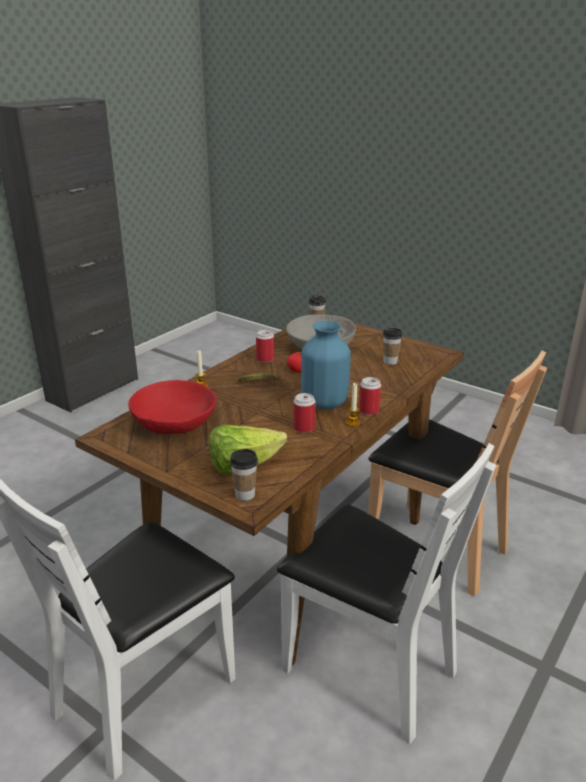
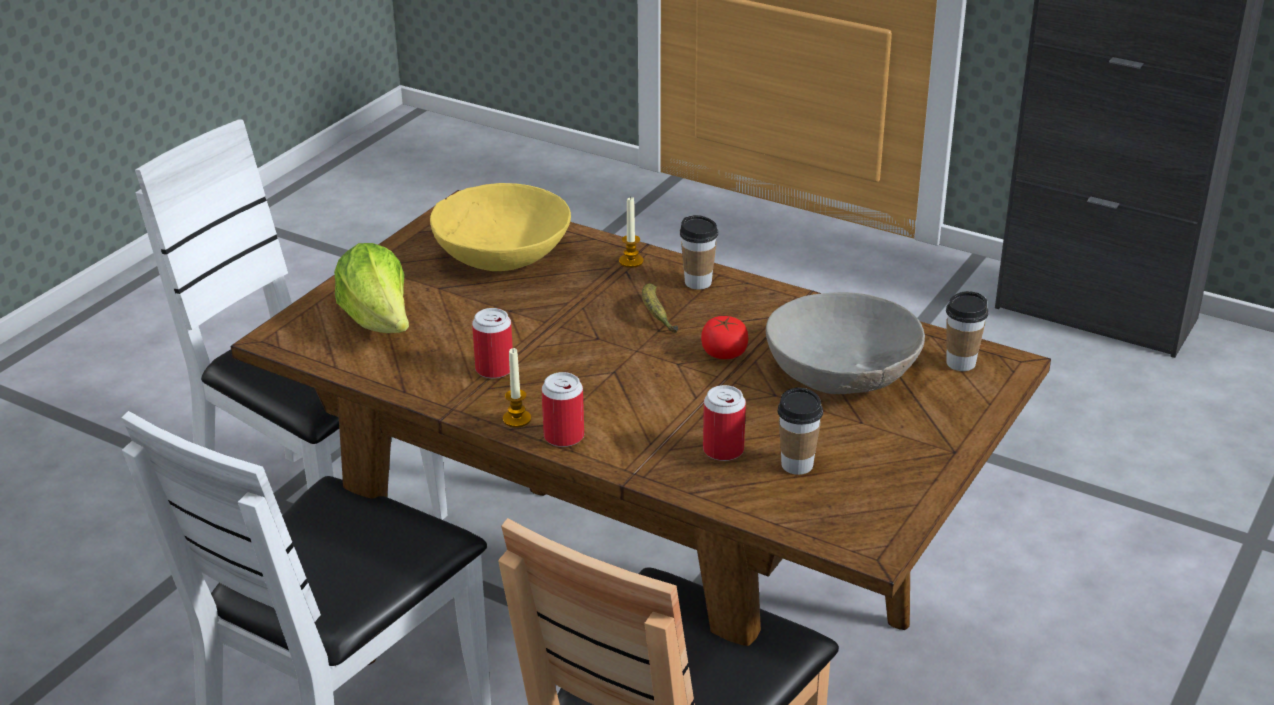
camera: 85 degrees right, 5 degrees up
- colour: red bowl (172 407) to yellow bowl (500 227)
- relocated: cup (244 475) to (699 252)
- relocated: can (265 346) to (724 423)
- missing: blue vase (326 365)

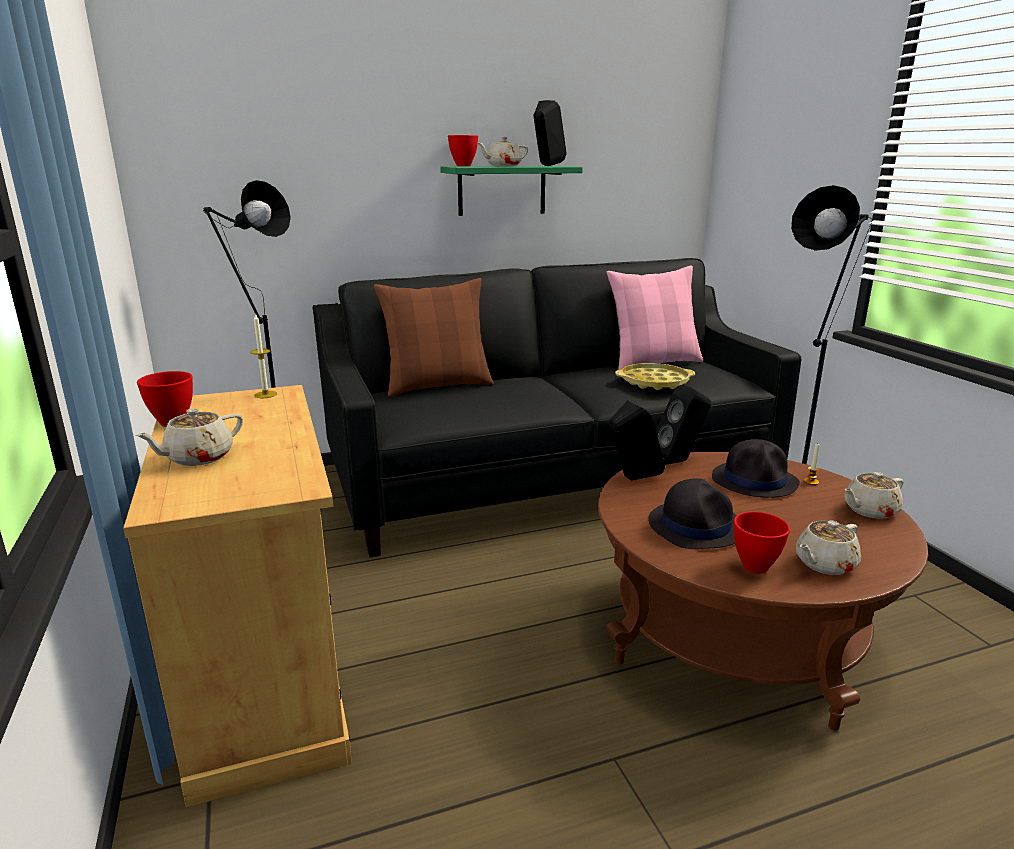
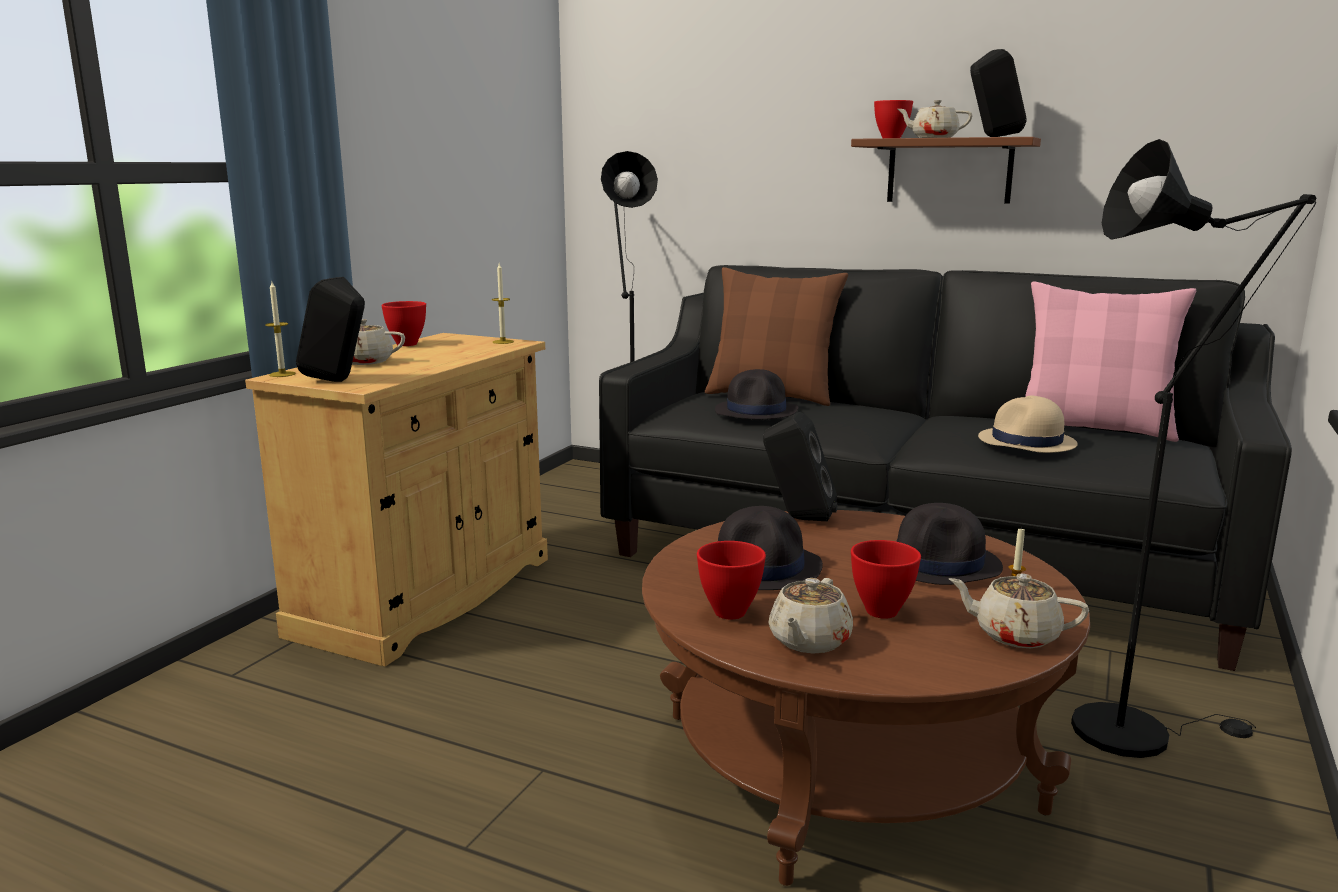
camera: 45 degrees right, 5 degrees down
- appeared: candle (280 329)
- relocated: black speaker (683 425) to (330 329)
- appeared: black hat (757 394)
- spun: beige teapot (828 548) = (810 616) 75 degrees counterclockwise
- colour: green shelf (511 191) to brown shelf (946 170)
- appeared: red bowl (886 579)
- exchanged: yellow tray (655 376) to beige hat (1028 424)

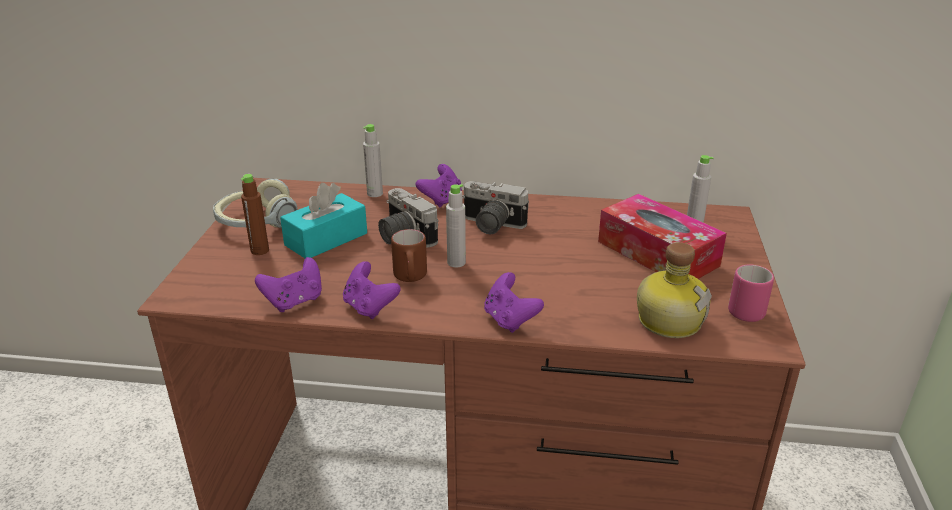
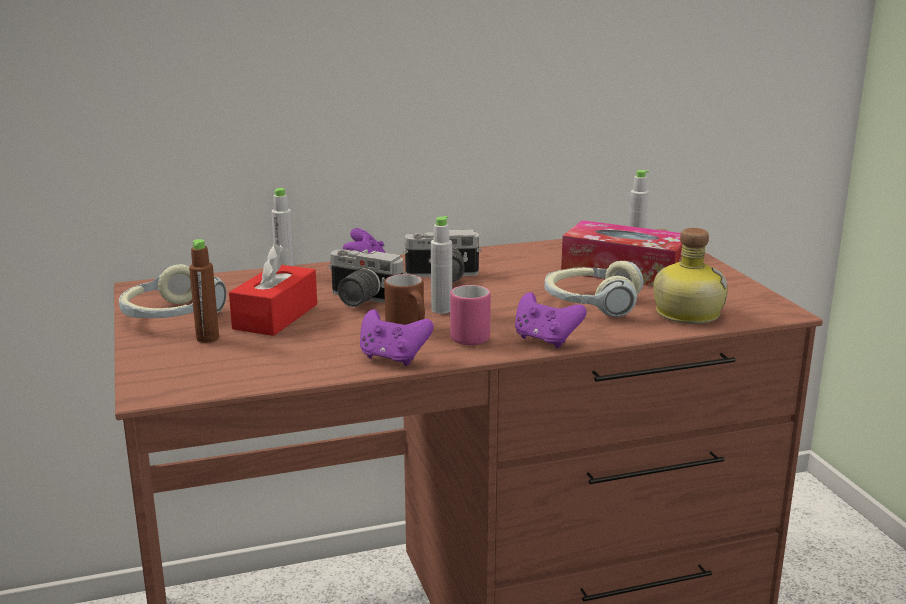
camera: 25 degrees left, 10 degrees down
- colour: turquoise tissue box (323 220) to red tissue box (273 290)
- relocated: pink mug (751 293) to (470 315)
- appeared: headphones (593 289)
- missing: purple game controller (288 284)

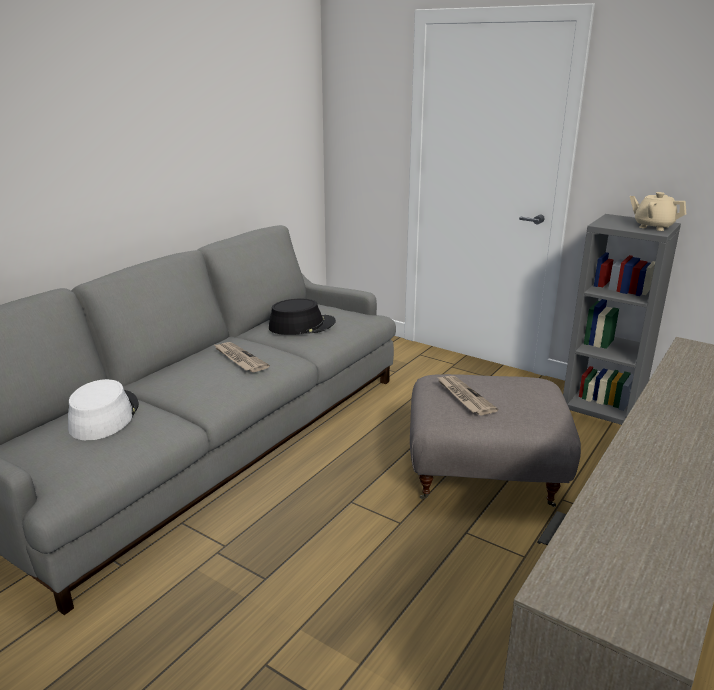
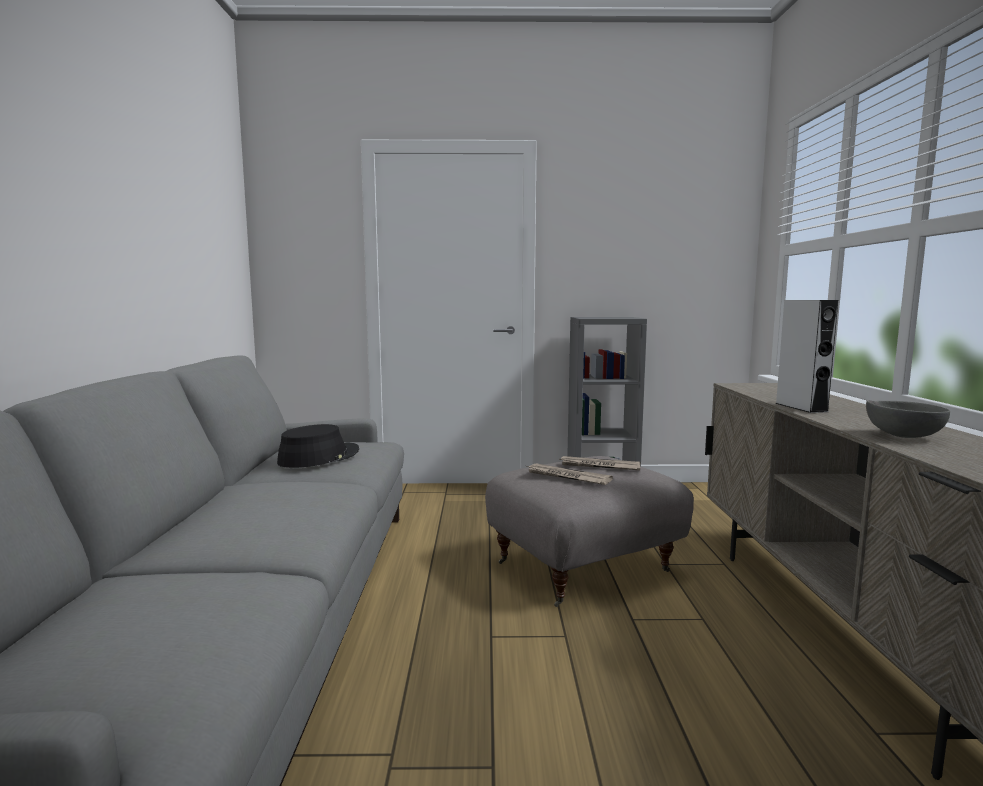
camera: 35 degrees left, 15 degrees down
- relocated: newspaper (241 357) to (599 463)
- appeared: grey speaker (806 356)
- appeared: grey bowl (908 419)
- missing: white hat (103 410)
- missing: beige teapot (658 211)

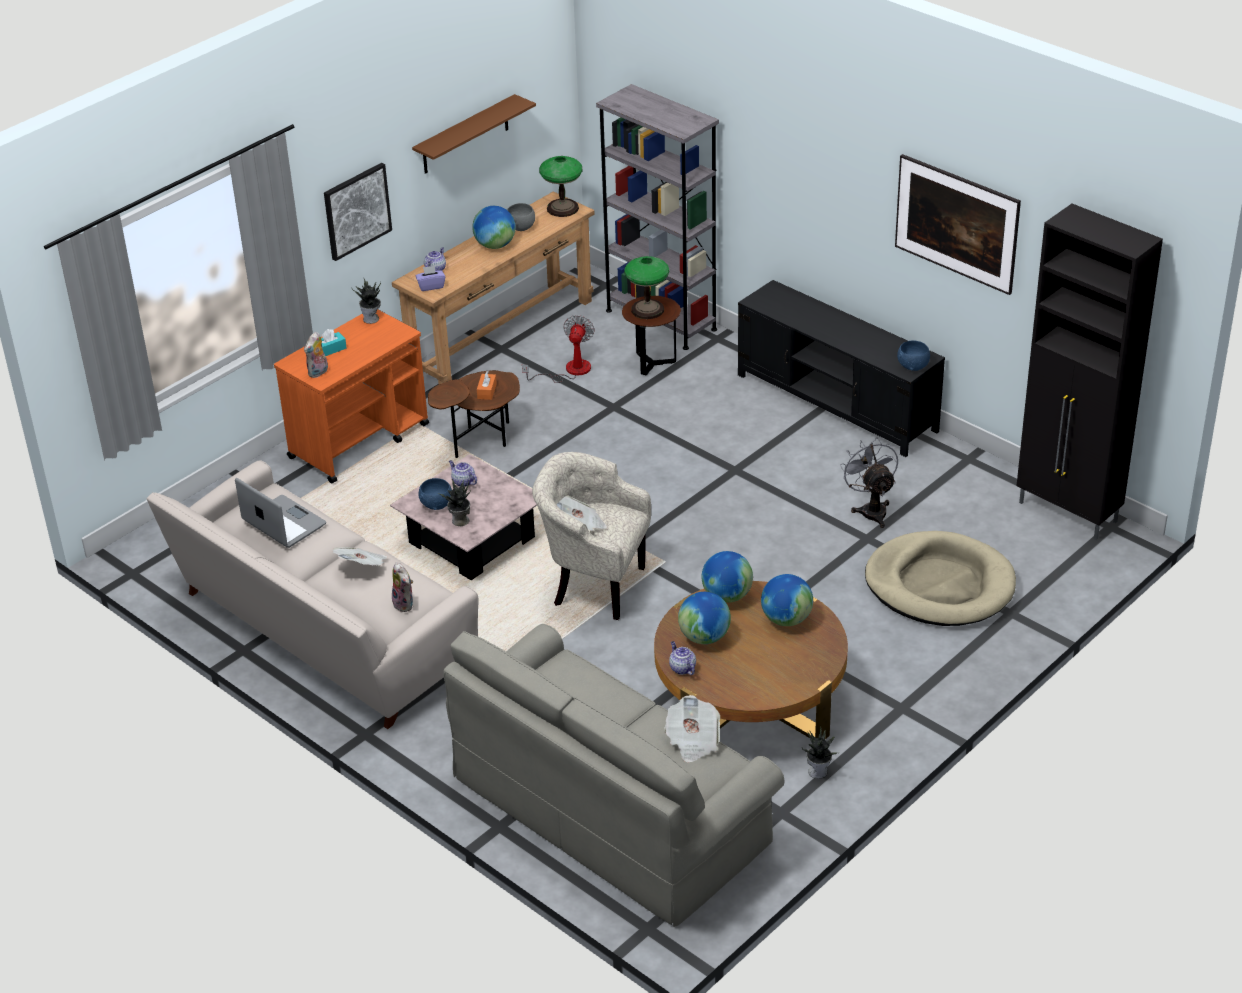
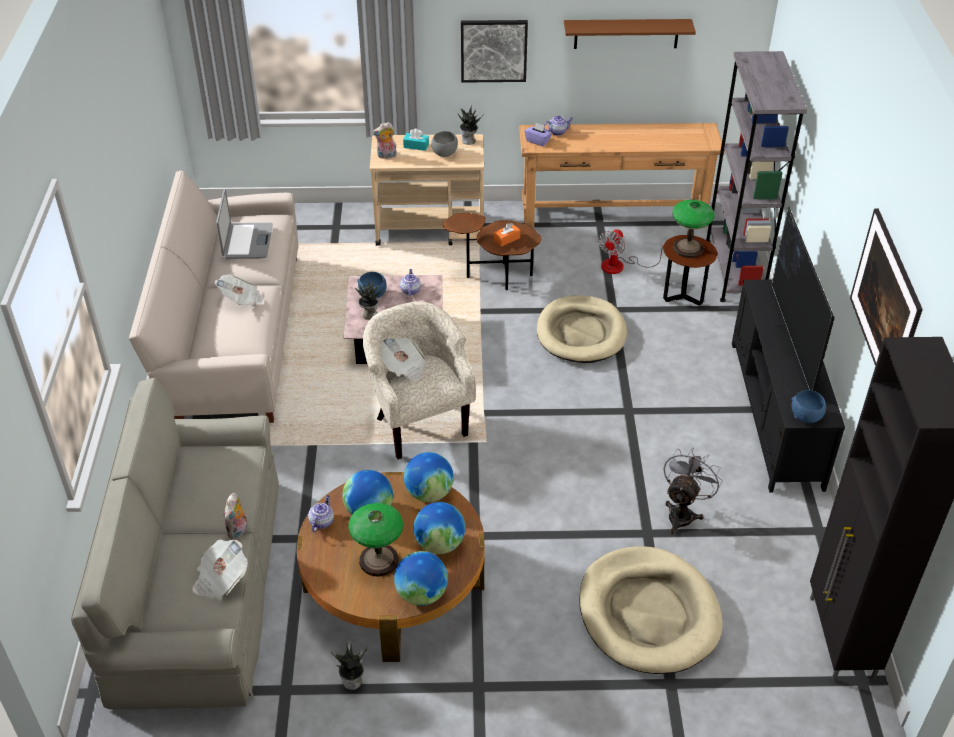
camera: 45 degrees right, 5 degrees up
- relocated: plush toy (402 587) to (236 516)
- relocated: table lamp (561 186) to (375 540)
- colour: orange cart (351 396) to beige cart (427 190)
- relocated: globe (494 227) to (421 578)
- relocated: grey bowl (521 217) to (444 144)
- appeared: beige dog bed (582 329)
- spun: fan (558 349) = (631 251) 150 degrees clockwise
- appeared: television (803 299)

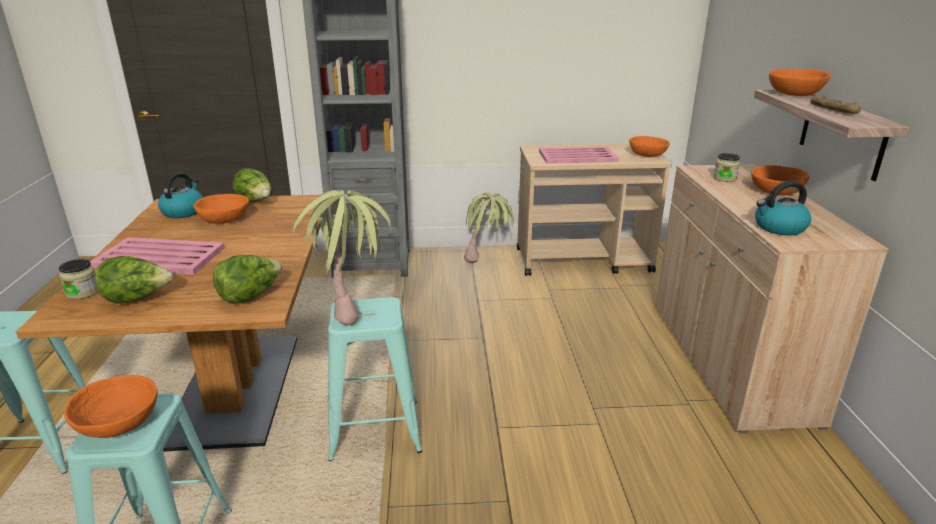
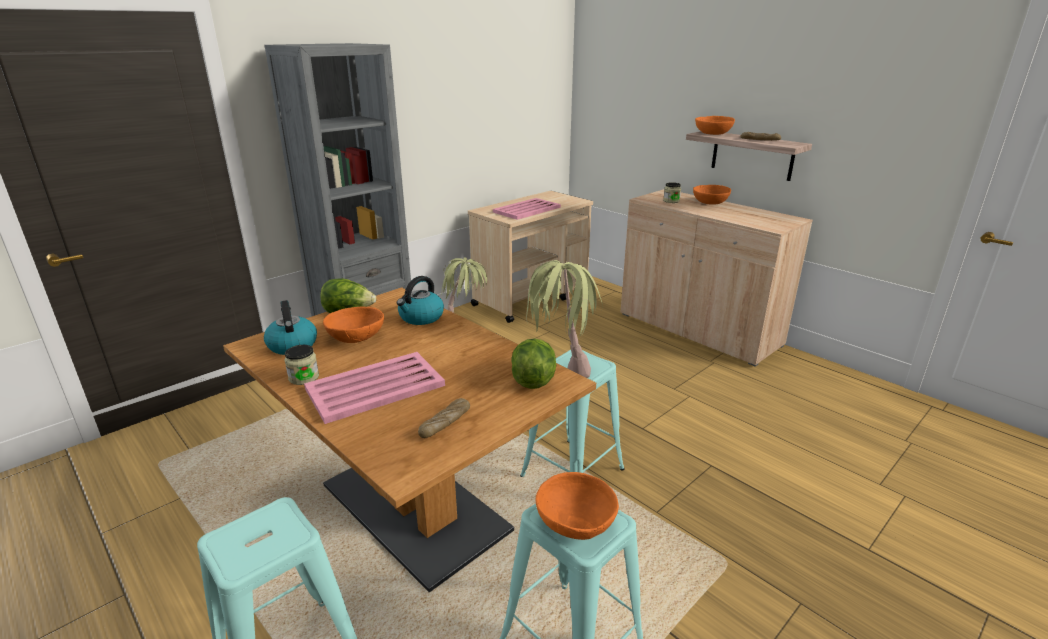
camera: 40 degrees left, 0 degrees up
- relocated: jar (78 279) to (302 365)
- relocated: kettle (783 208) to (420 300)
- exchanged: lettuce (134 279) to bread (444 418)
- missing: orange bowl (649 146)

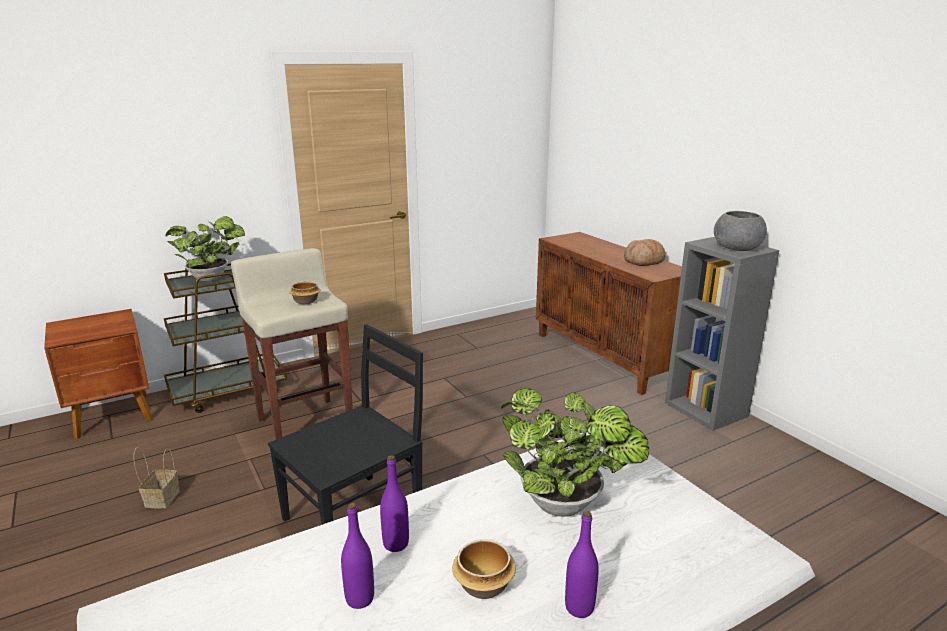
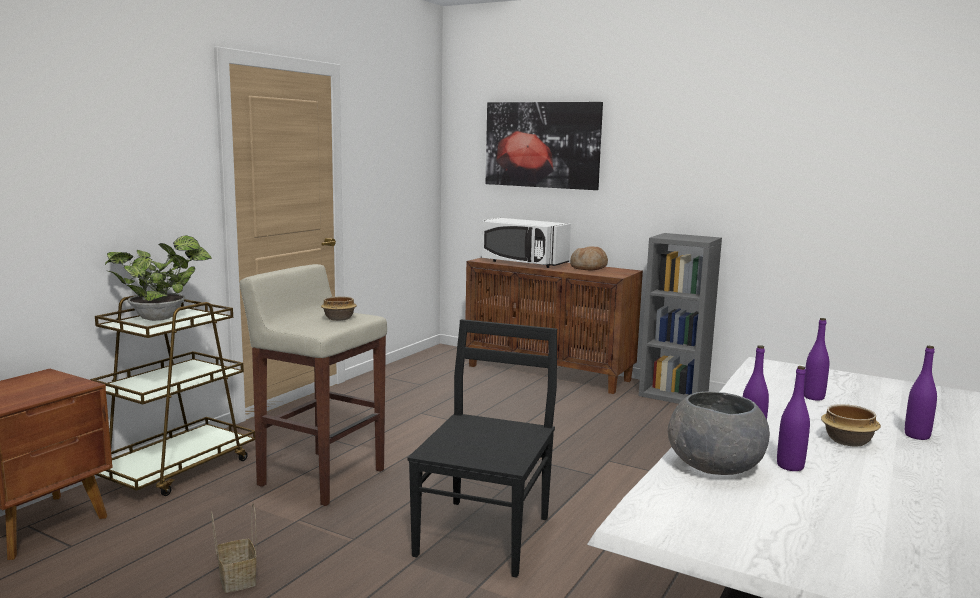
camera: 30 degrees left, 10 degrees down
- appeared: white microwave (526 243)
- appeared: picture (544 146)
- relocated: grey bowl (740 231) to (719 433)
- exchanged: potted plant (575 452) to purple bottle (816 359)

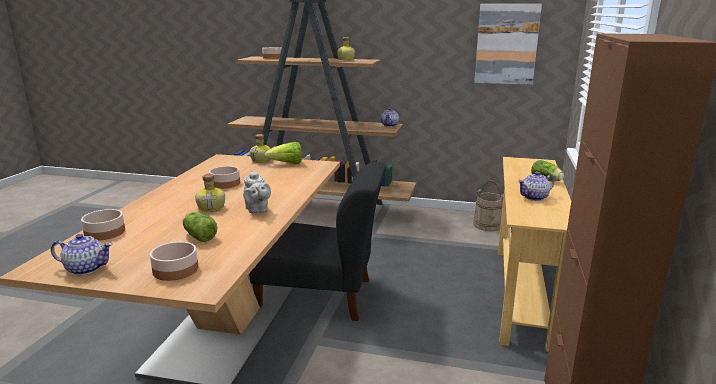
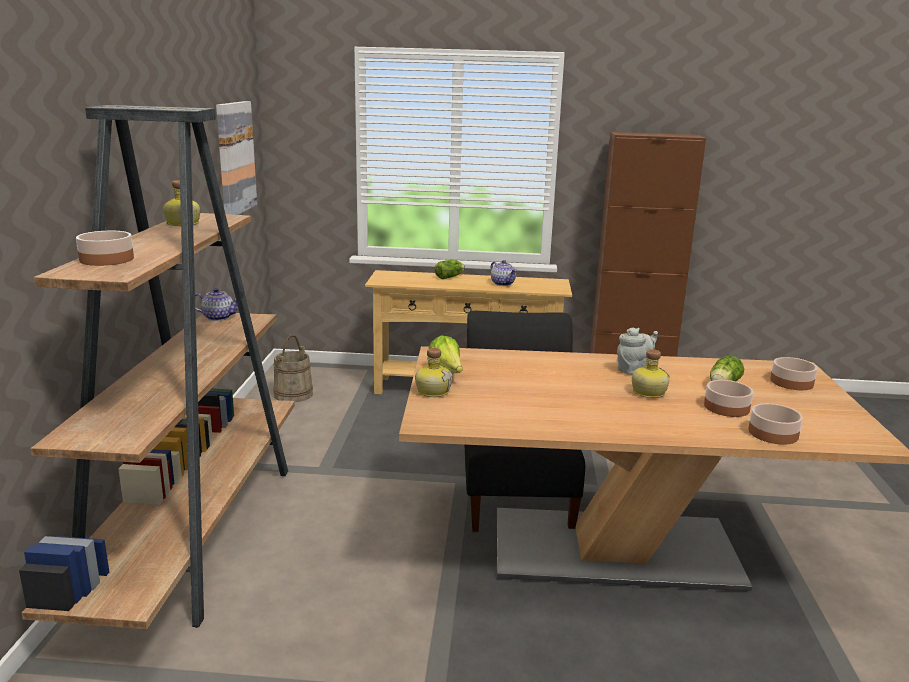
camera: 100 degrees left, 0 degrees up
- relocated: bowl (224 177) to (728 398)
- missing: teapot (82 254)

